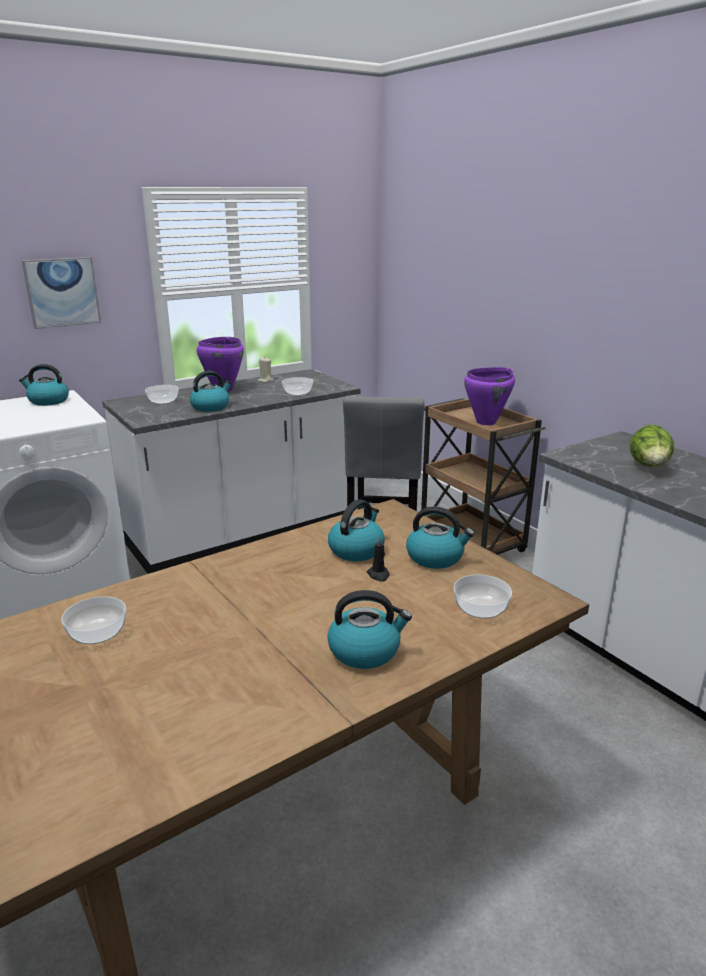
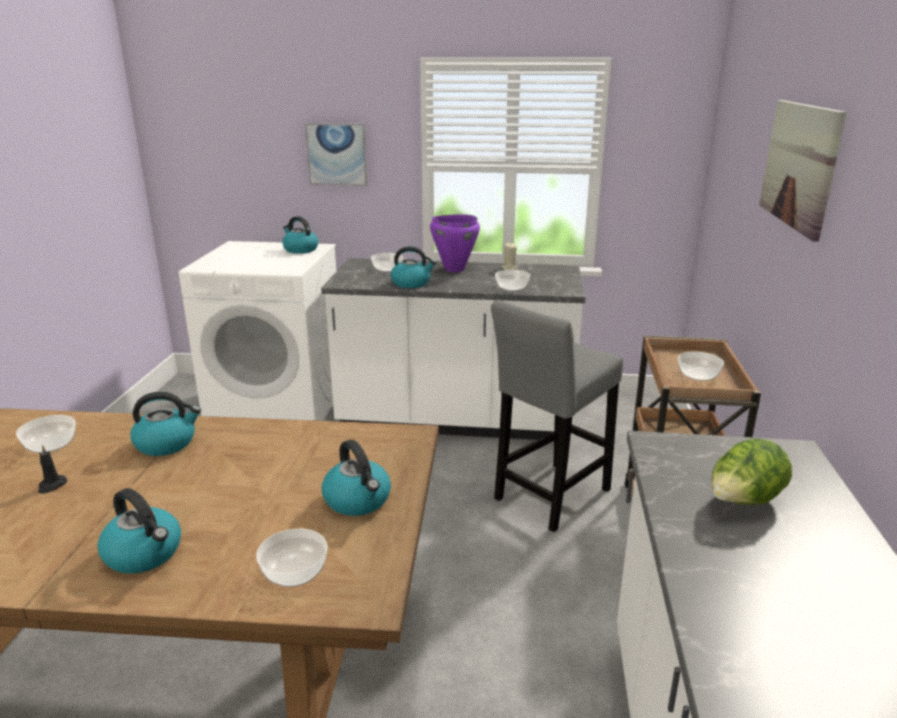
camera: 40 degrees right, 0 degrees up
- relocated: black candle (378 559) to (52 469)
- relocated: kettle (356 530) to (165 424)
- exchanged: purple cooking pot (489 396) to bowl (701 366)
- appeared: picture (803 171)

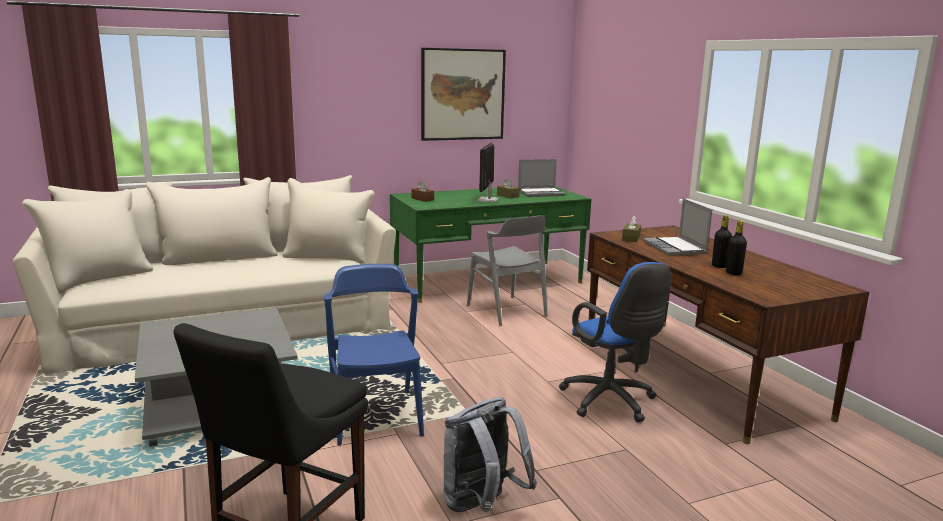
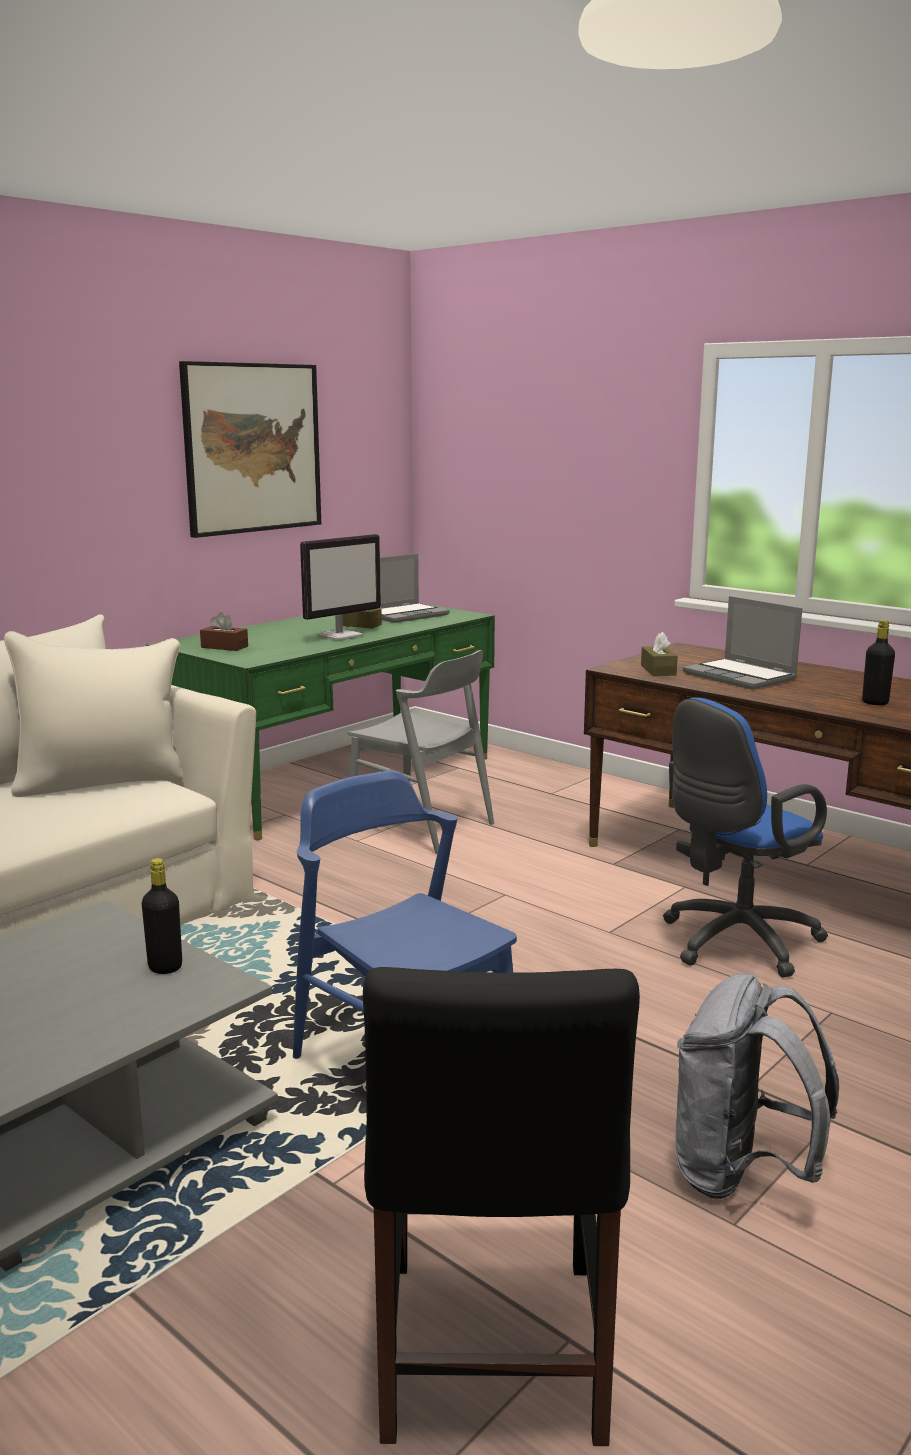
camera: 25 degrees left, 0 degrees up
- relocated: black bottle (722 241) to (162 916)
- spun: monitor (488 172) = (340 587) 120 degrees counterclockwise
- spun: blue office chair (615 342) = (745 837) 105 degrees clockwise

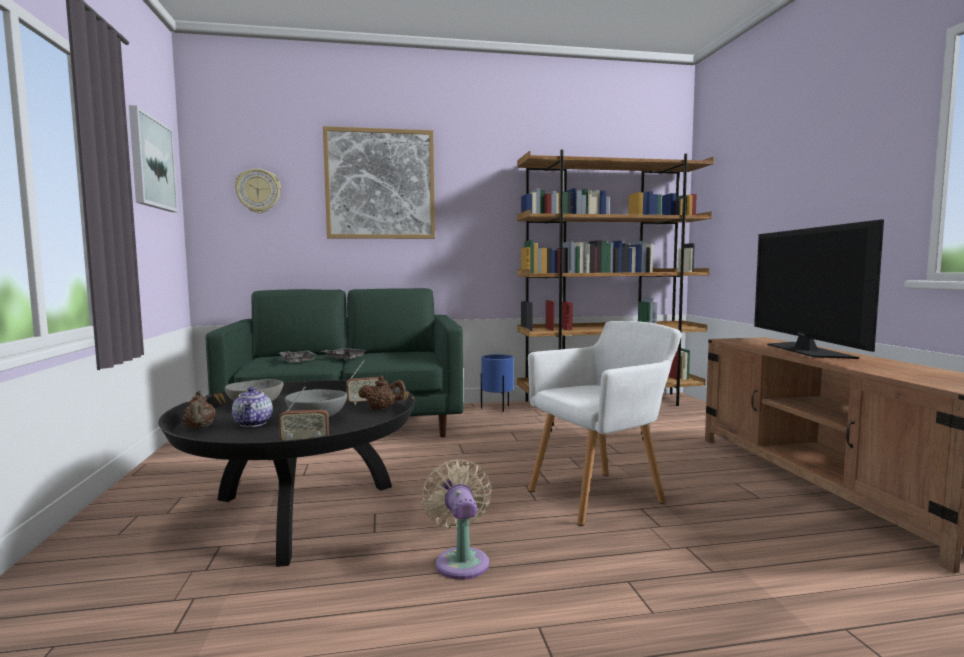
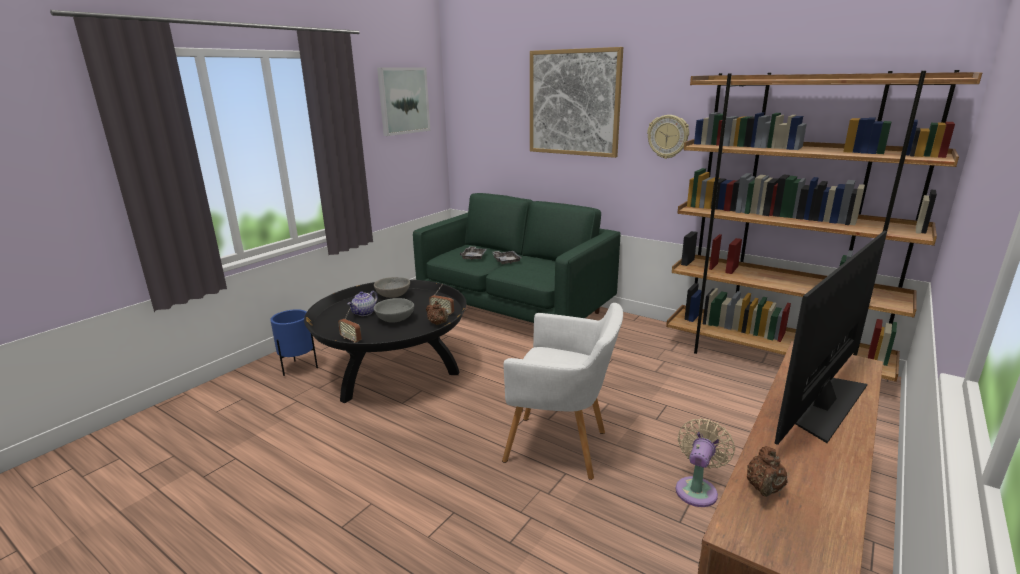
camera: 45 degrees right, 15 degrees up
- relocated: blue planter (497 383) to (294 342)
- relocated: wall clock (258 190) to (668 137)
- relocated: beige fan (457 520) to (705 462)
- relocated: brown teapot (199 410) to (767 471)

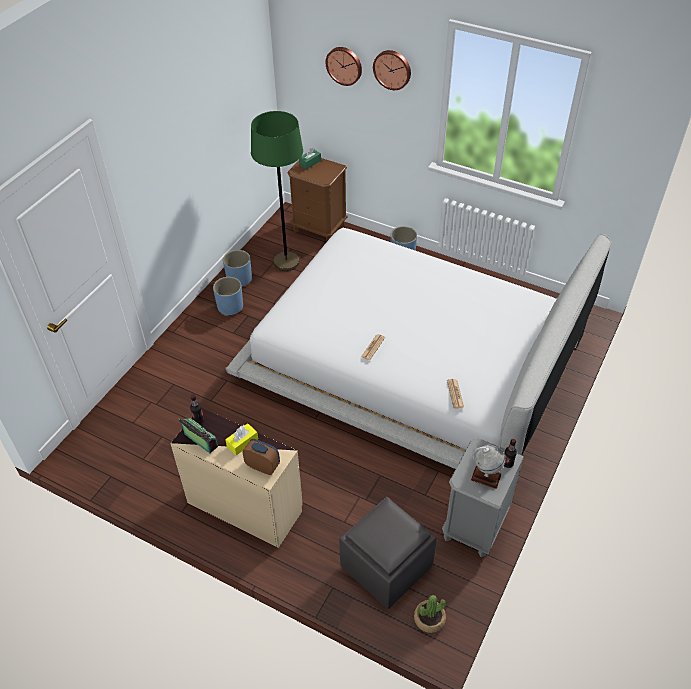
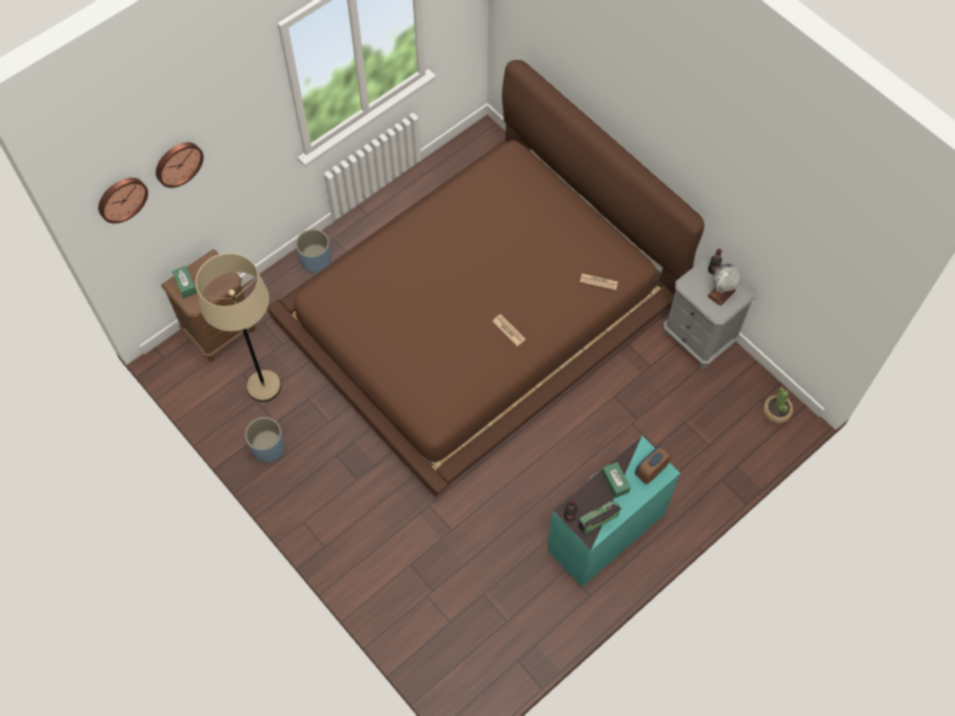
camera: 70 degrees left, 15 degrees up
- relocated: wall clock (392 70) to (123 200)
- colour: green floor lamp (277 191) to beige floor lamp (238 327)
- colour: white bed (418 348) to brown bed (485 278)
- colour: beige dresser (236 478) to turquoise dresser (613 511)
- colour: yellow tissue box (241 439) to green tissue box (616 480)
- missing: blue planter (228 296)
- missing: grey ottoman (388 552)

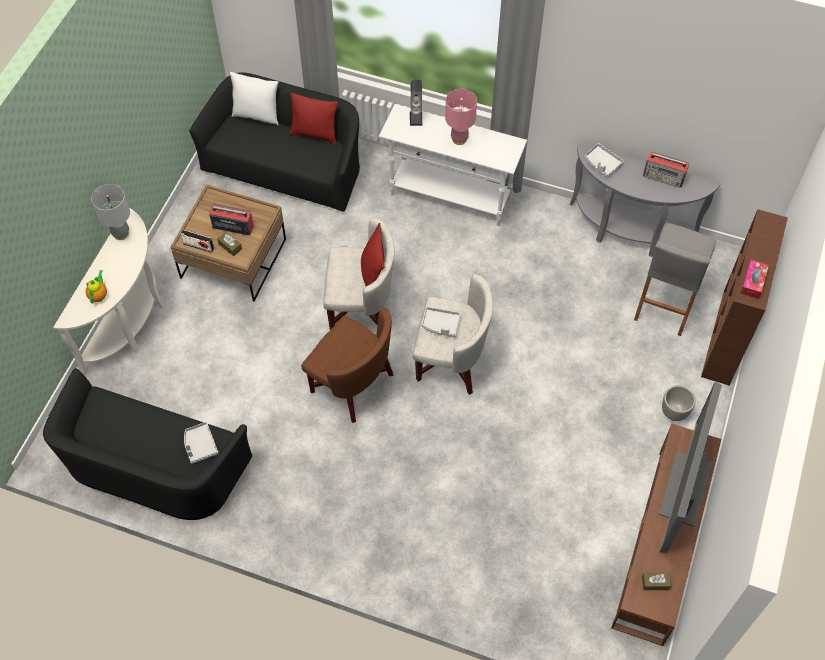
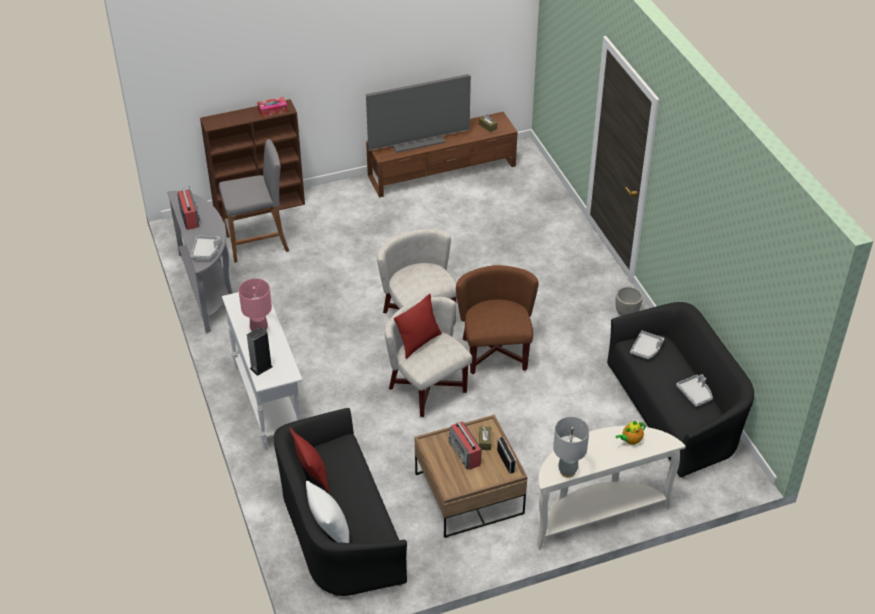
camera: 130 degrees left, 15 degrees down
- relocated: grey planter (679 403) to (629 301)
- relocated: grey tray (441 322) to (694 390)

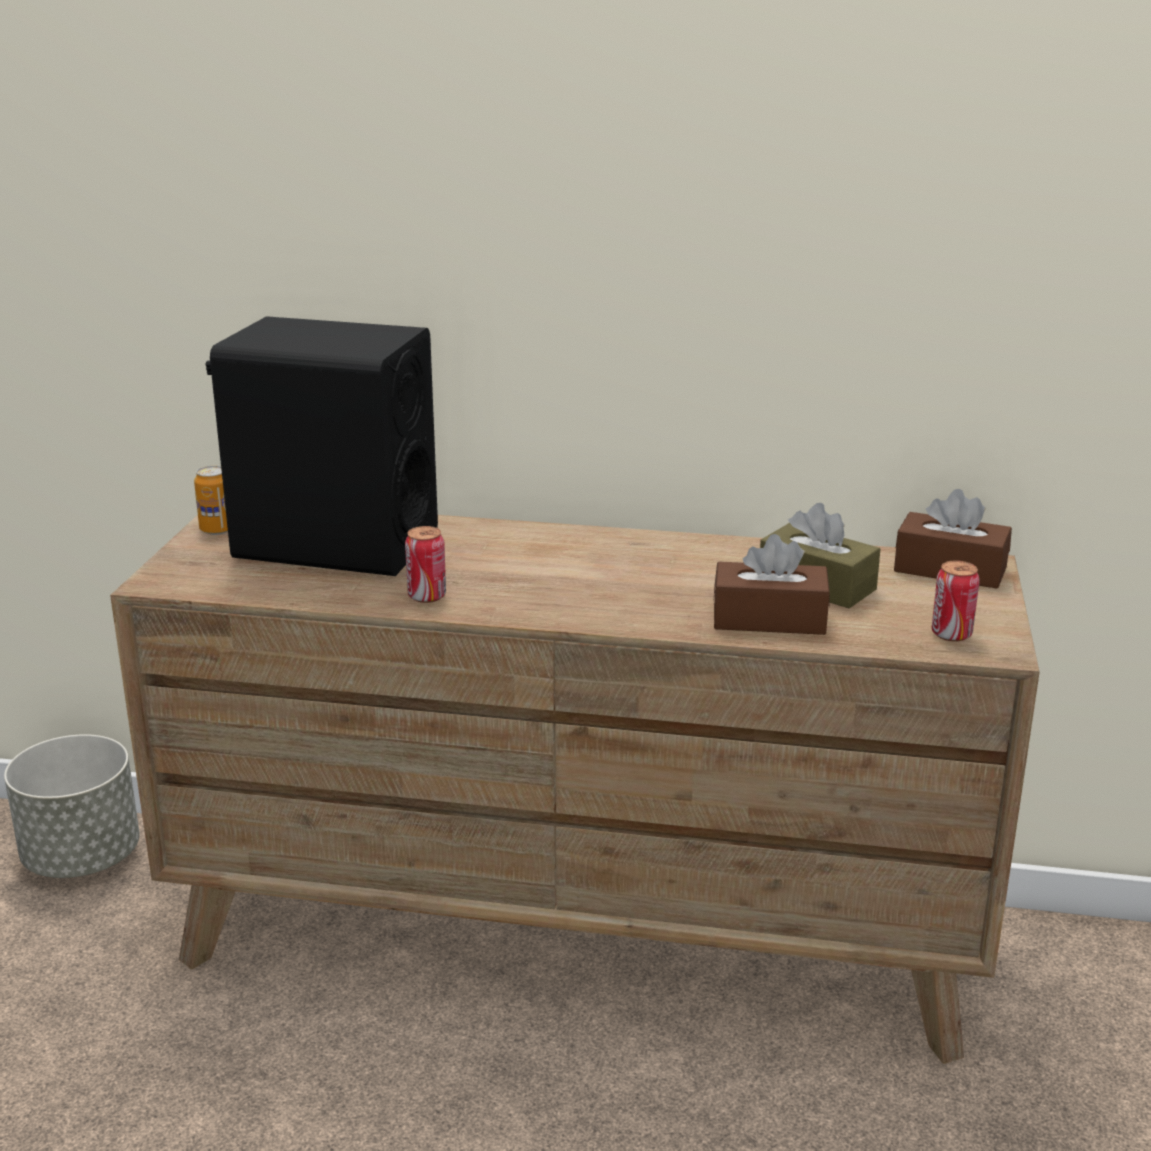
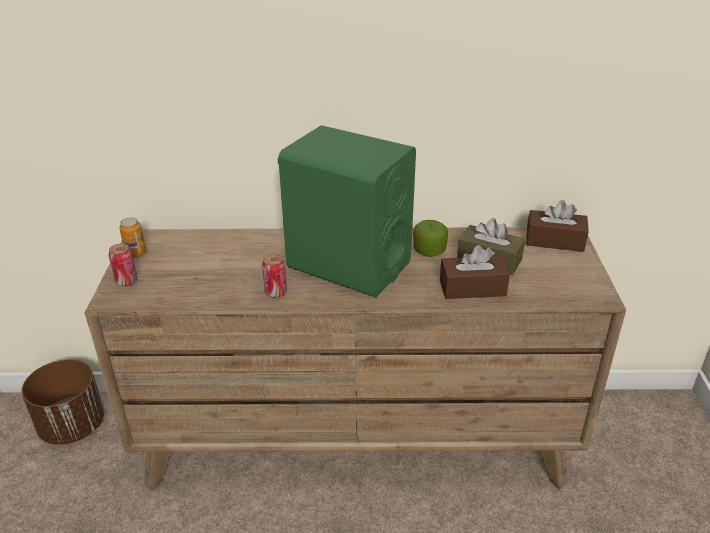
camera: 10 degrees left, 10 degrees up
- colour: grey planter (72 806) to brown planter (63 402)
- relocated: can (956 601) to (122 264)
- appeared: green speaker (346 211)
- appeared: apple (430 238)
- missing: black speaker (321 446)

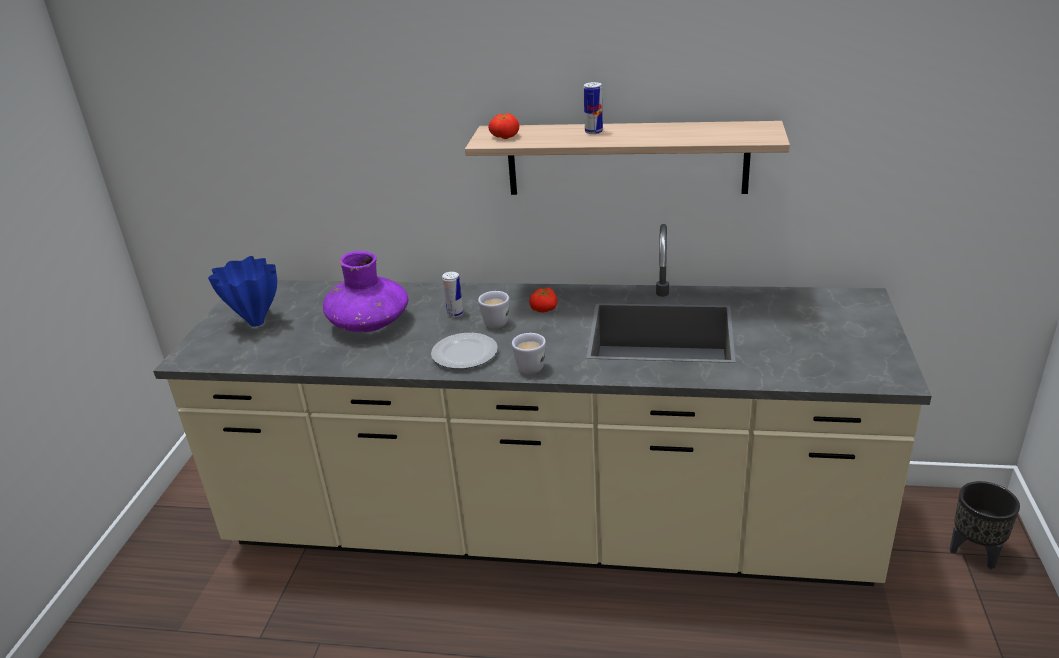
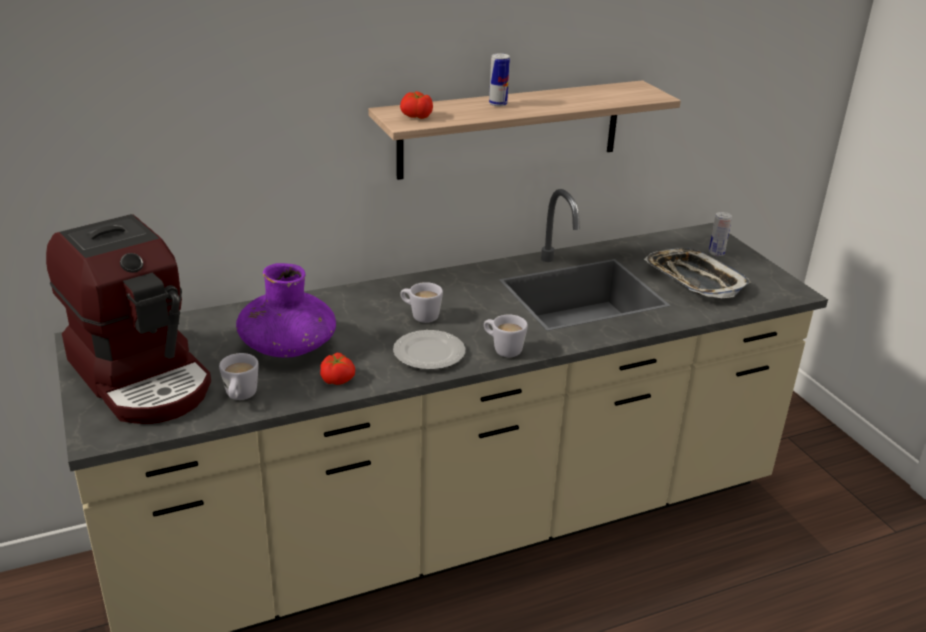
camera: 35 degrees left, 0 degrees up
- exchanged: blue vase (242 291) to coffee machine (128 319)
- appeared: white mug (239 376)
- relocated: tomato (543 300) to (337 369)
- appeared: tray (697 273)
- relocated: can (453 294) to (720 234)
- missing: black planter (985 525)

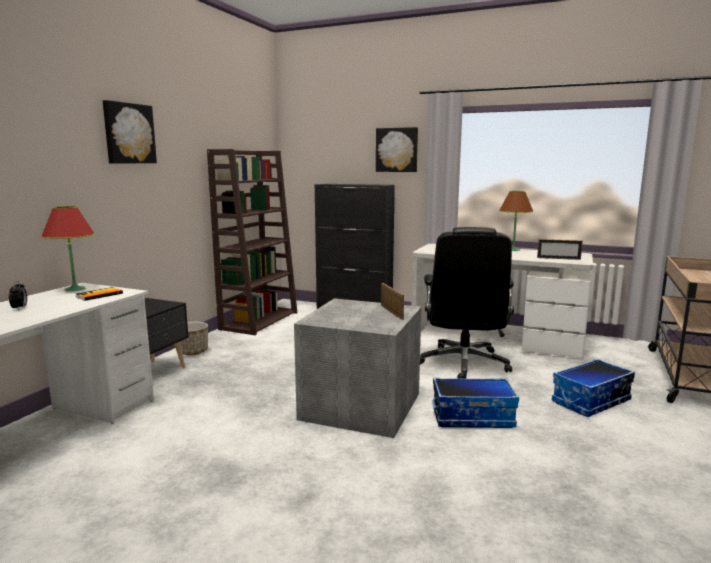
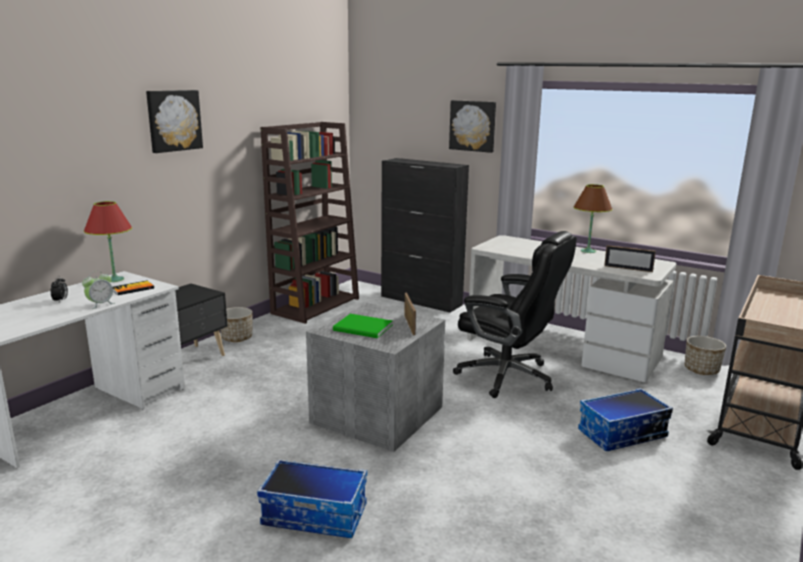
camera: 10 degrees right, 5 degrees up
- appeared: alarm clock (98 290)
- relocated: storage box (476 403) to (312 498)
- appeared: green book (363 326)
- spun: black office chair (467 303) = (515 314) 75 degrees counterclockwise
- appeared: planter (705 355)

